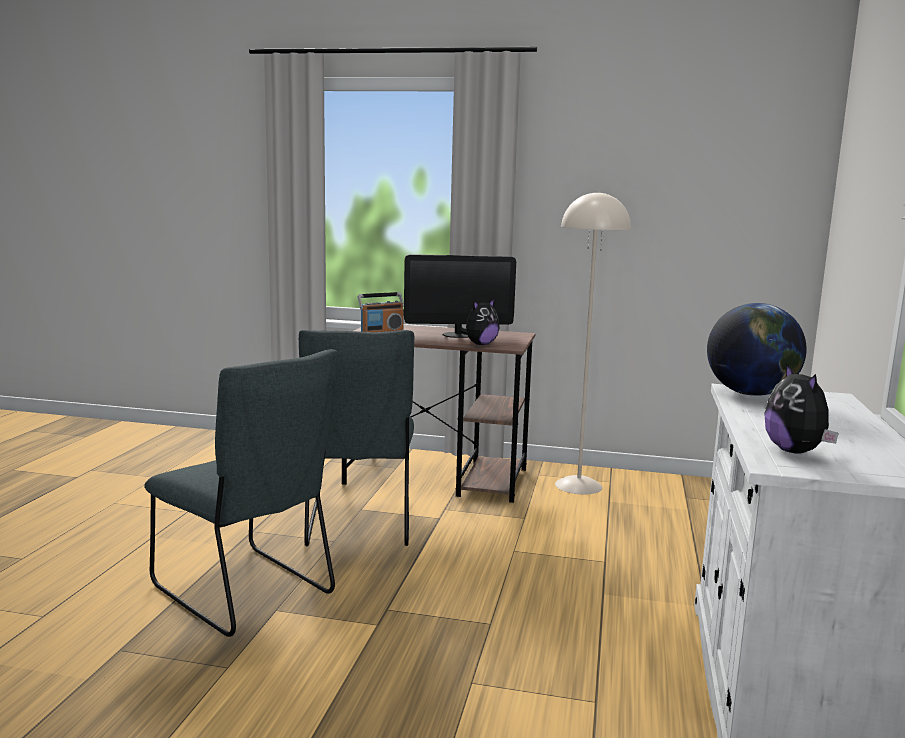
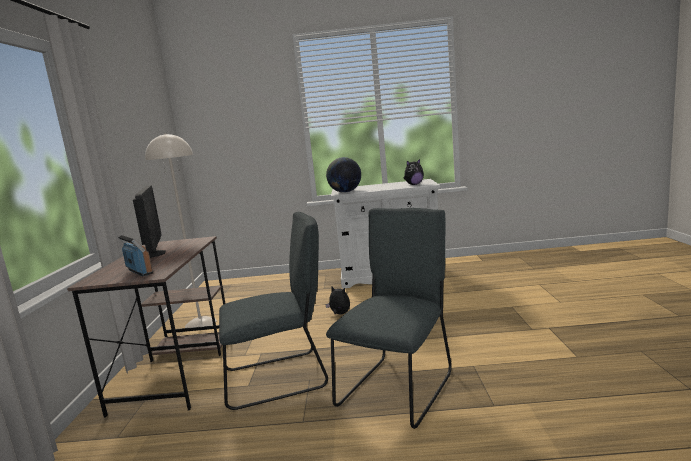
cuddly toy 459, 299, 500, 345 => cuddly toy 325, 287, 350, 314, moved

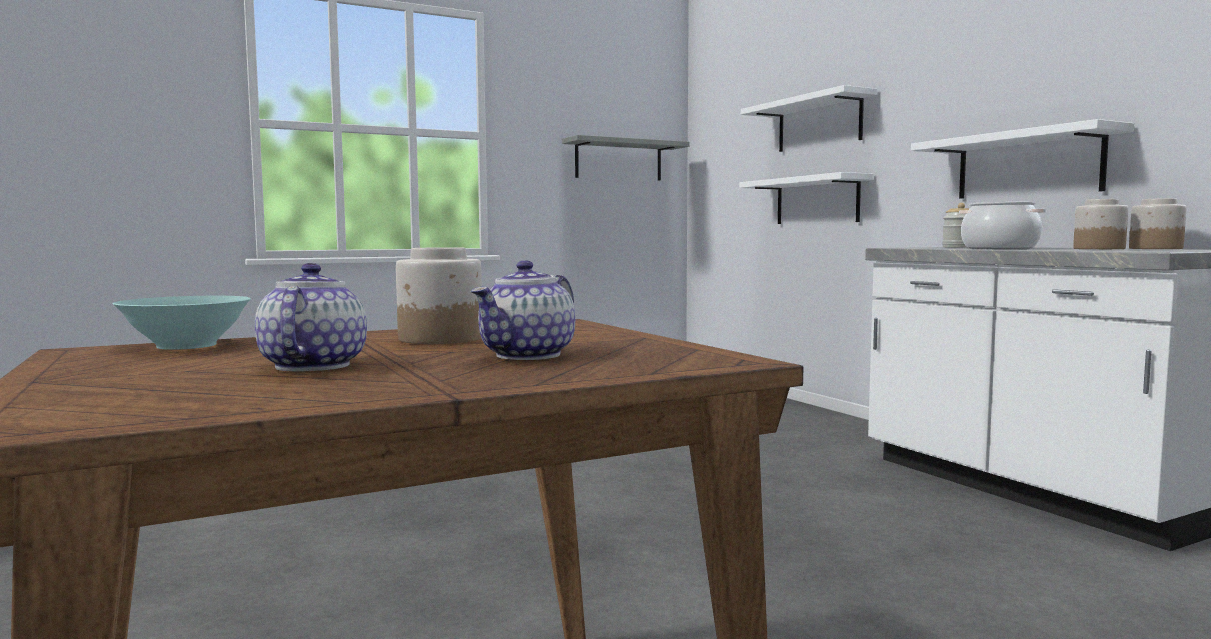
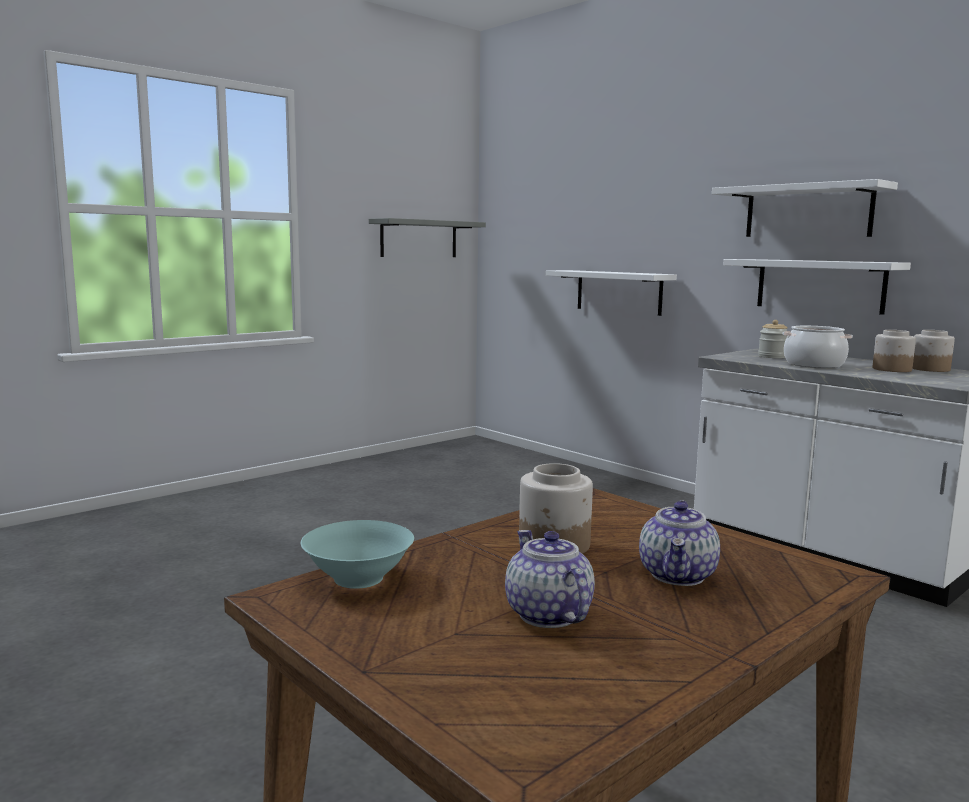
white bracket shelf 741, 85, 877, 152 => white bracket shelf 712, 179, 898, 237, moved

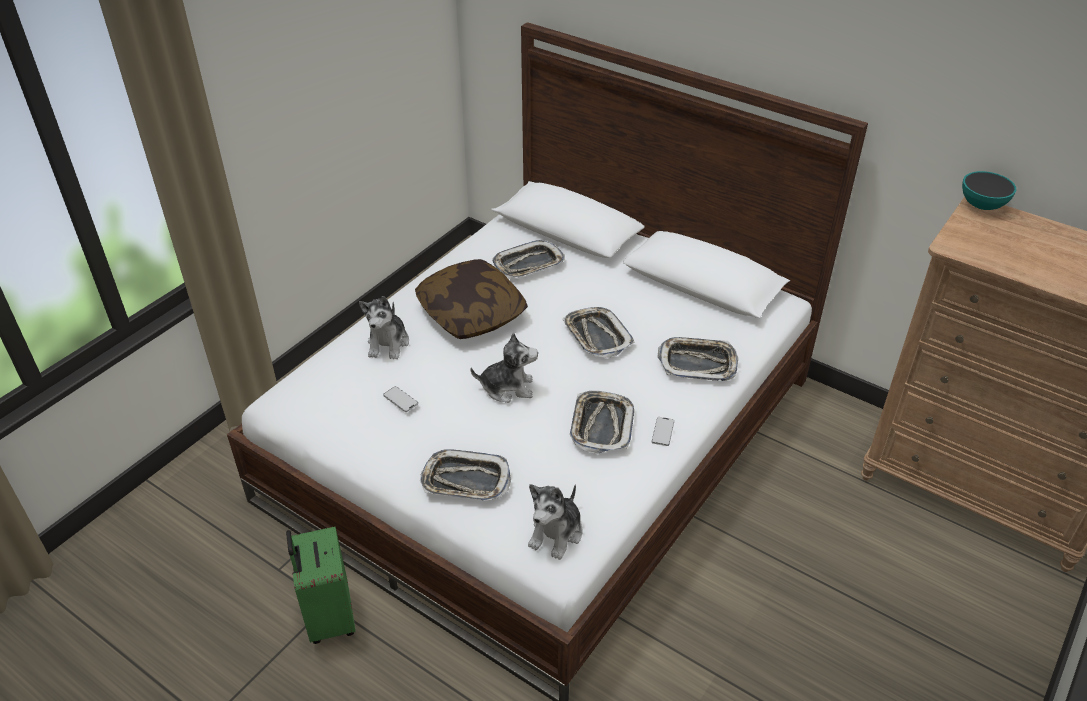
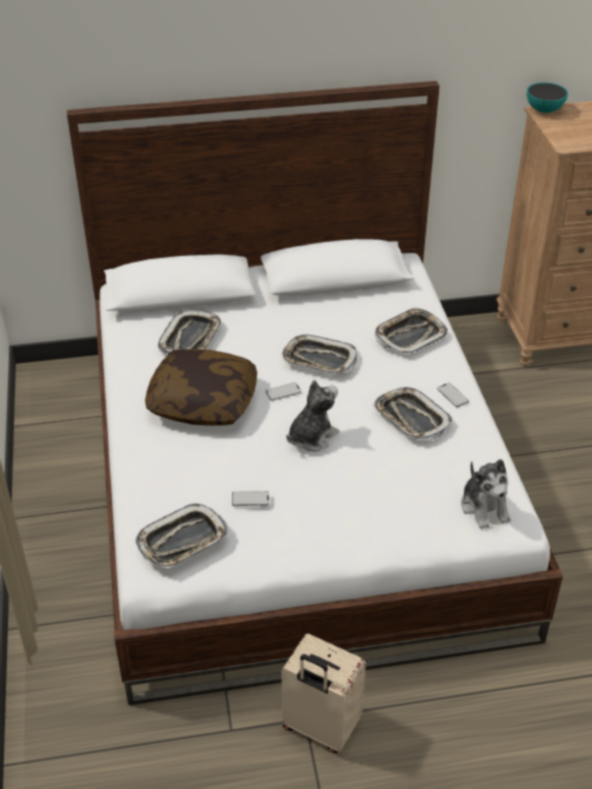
cuddly toy 359, 296, 409, 359 => nothing
nothing => handset 266, 382, 301, 401
carrying tray 420, 449, 511, 501 => carrying tray 135, 503, 228, 568, moved
green-coloured suitcase 286, 526, 356, 644 => sand-coloured suitcase 281, 634, 366, 753

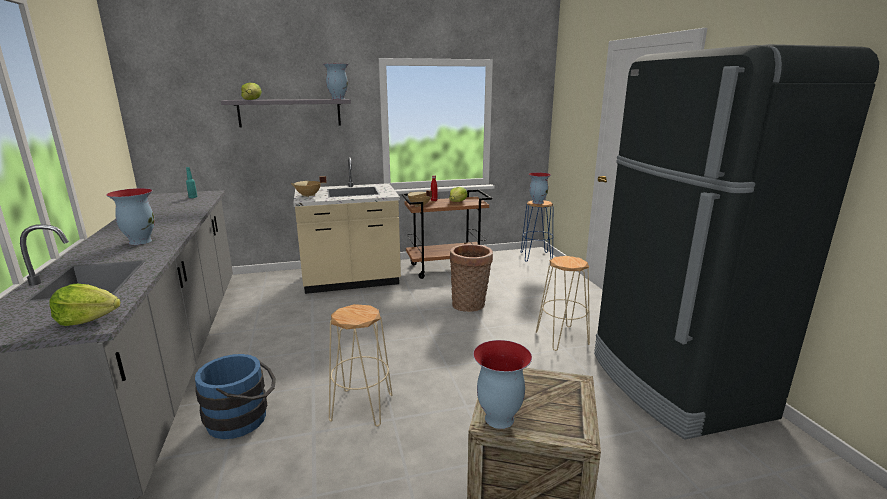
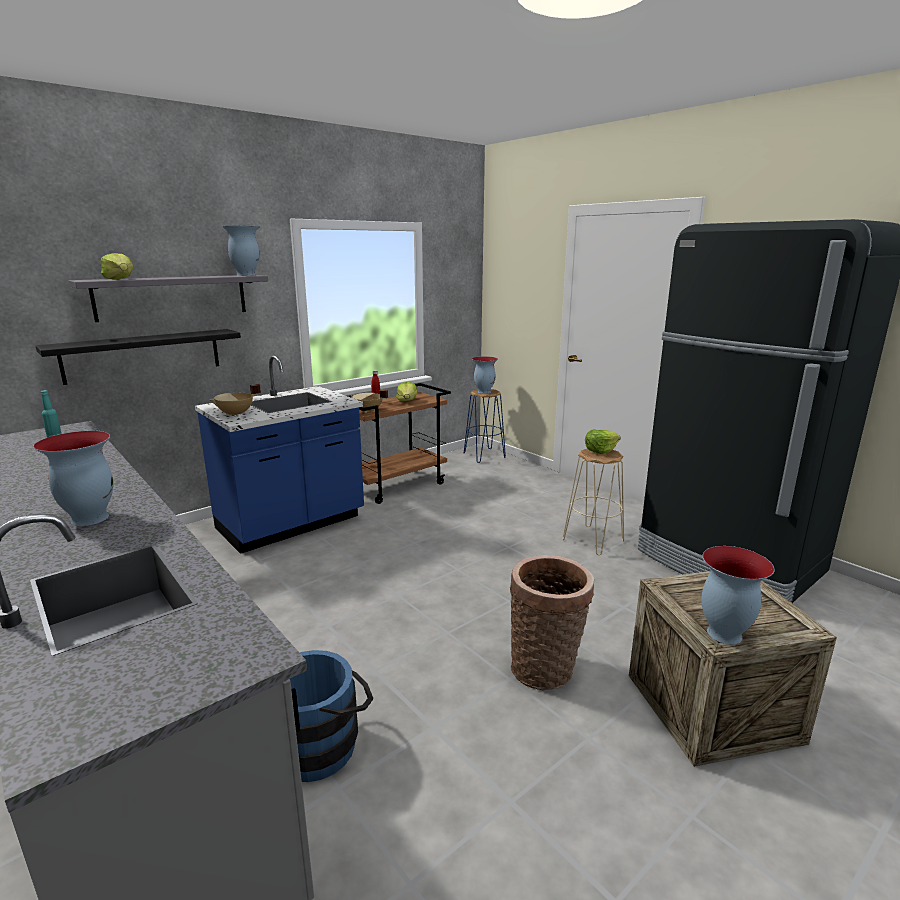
sand-coloured stool 329, 304, 393, 427 => nothing
nothing => blackish bracket shelf 36, 329, 241, 385
head of lettuce 49, 284, 121, 326 => head of lettuce 585, 429, 621, 454, moved
household basket 450, 244, 493, 312 => household basket 510, 555, 594, 690, moved
sand-coloured kitchen counter 293, 157, 401, 294 => bluish kitchen counter 195, 355, 364, 554

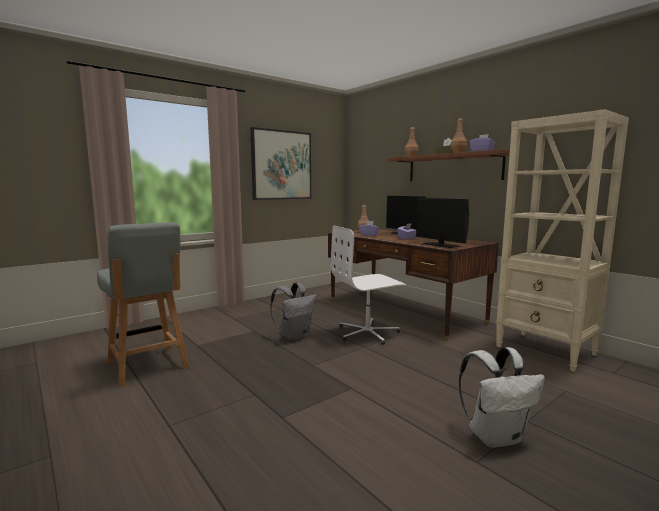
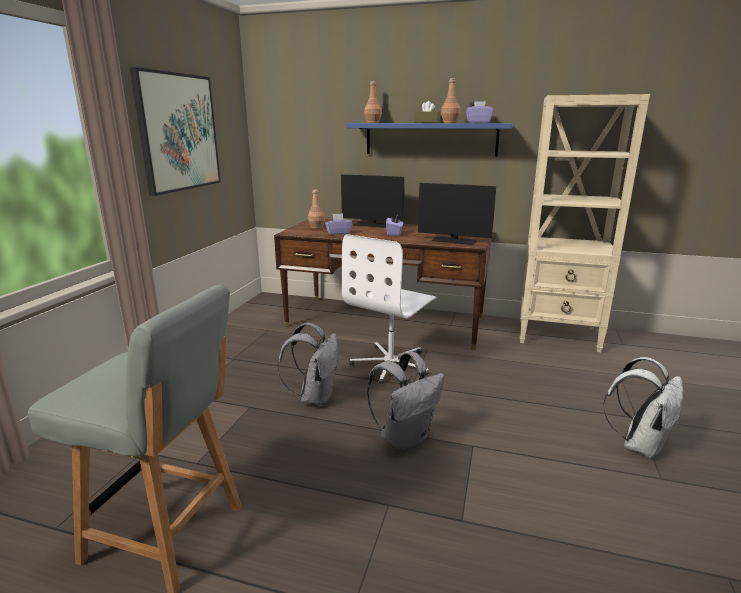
nothing => gray backpack 367, 352, 444, 450
brown-coloured bracket shelf 388, 149, 510, 181 => bluish bracket shelf 346, 123, 513, 156

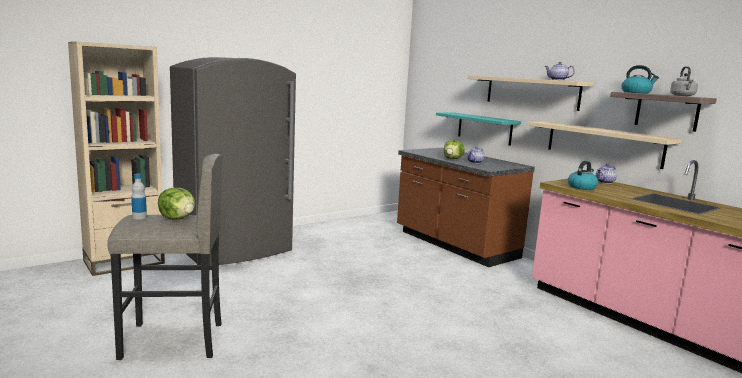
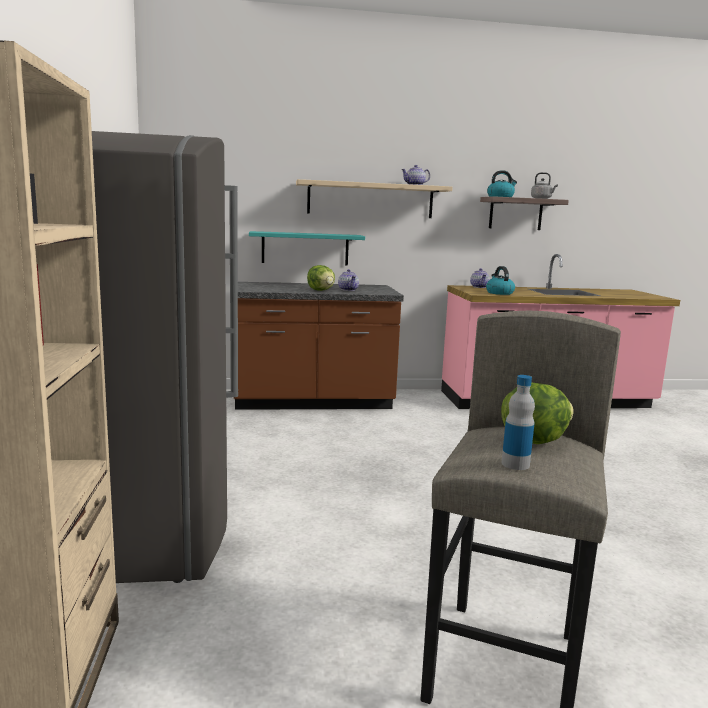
sand-coloured bracket shelf 528, 121, 682, 169 => nothing

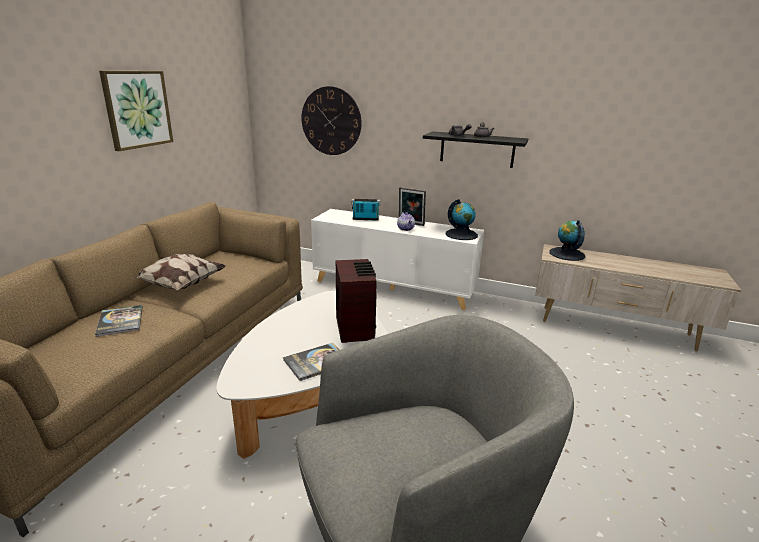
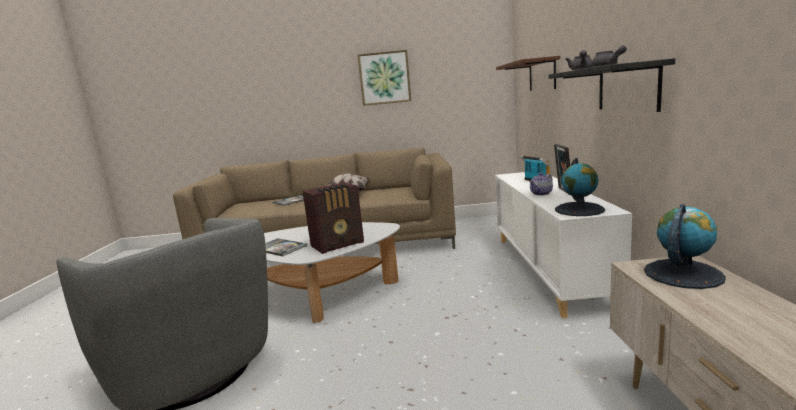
clock on the wall 302, 86, 362, 155 => brown-coloured bracket shelf 496, 56, 560, 91

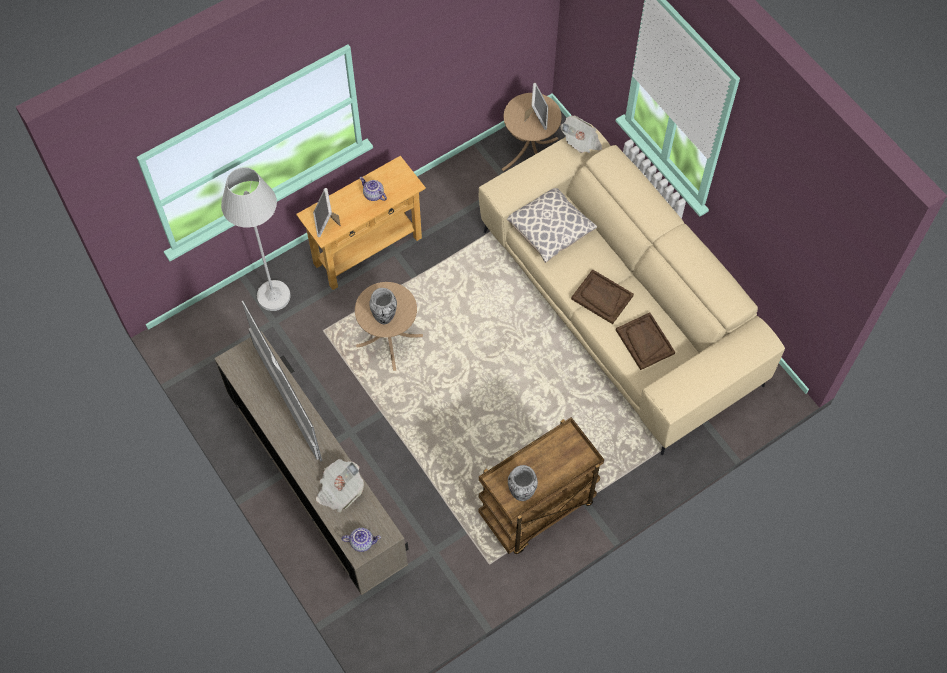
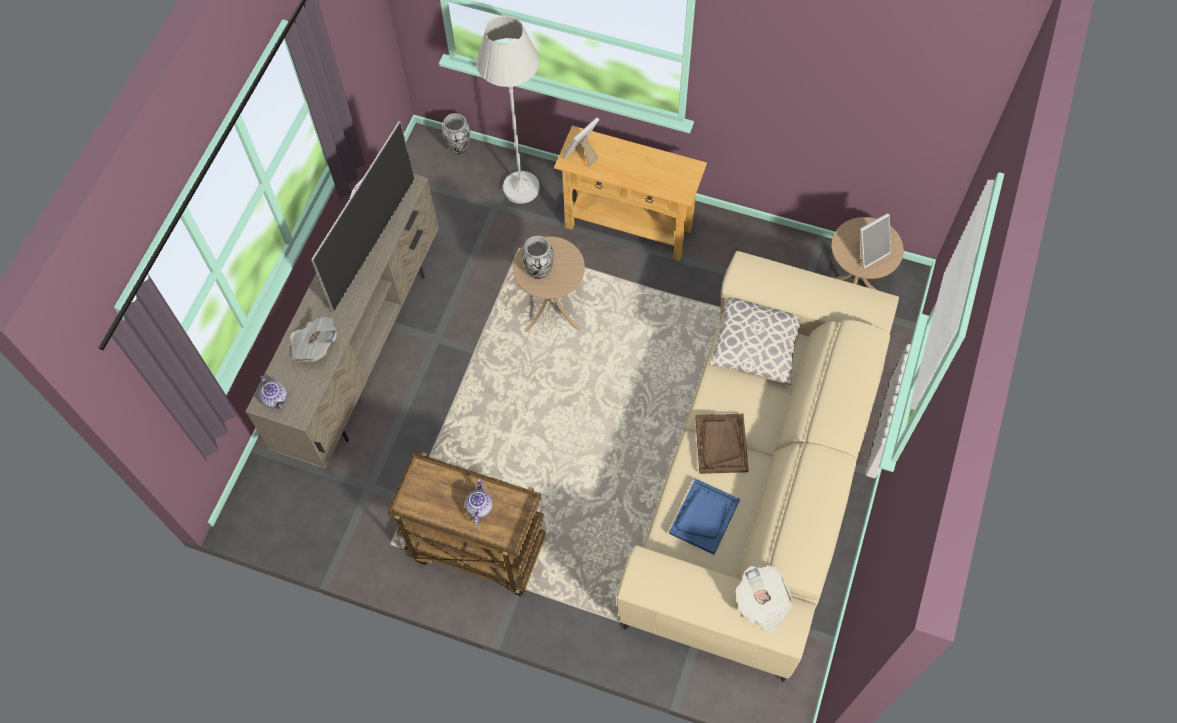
teapot 360, 177, 387, 201 => teapot 465, 479, 493, 526, moved
decorative vase 508, 465, 538, 501 => decorative vase 442, 113, 470, 155, moved
daily paper 560, 116, 602, 153 => daily paper 736, 565, 793, 633, moved
brown-coloured carrying tray 616, 313, 675, 370 => bluish carrying tray 669, 479, 740, 555

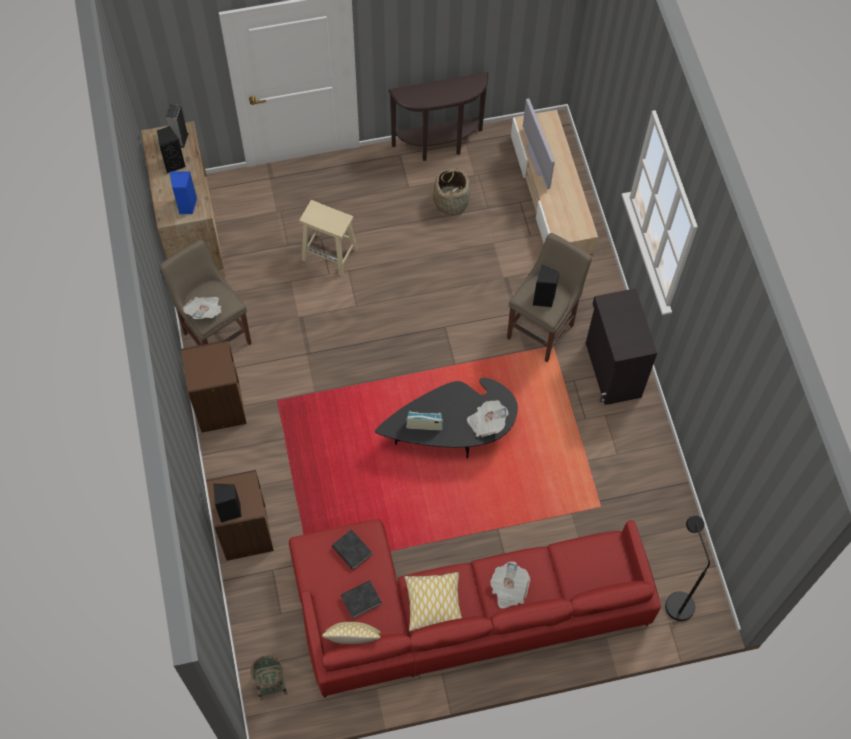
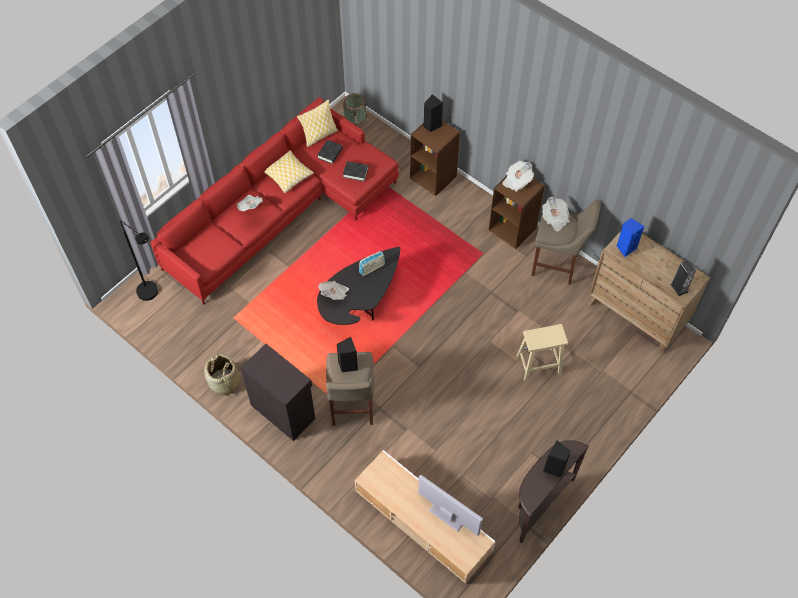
nothing => daily paper 502, 161, 534, 192
blackish audio speaker 157, 126, 186, 173 => blackish audio speaker 543, 440, 571, 478, moved
household basket 433, 168, 471, 217 => household basket 204, 354, 240, 396, moved

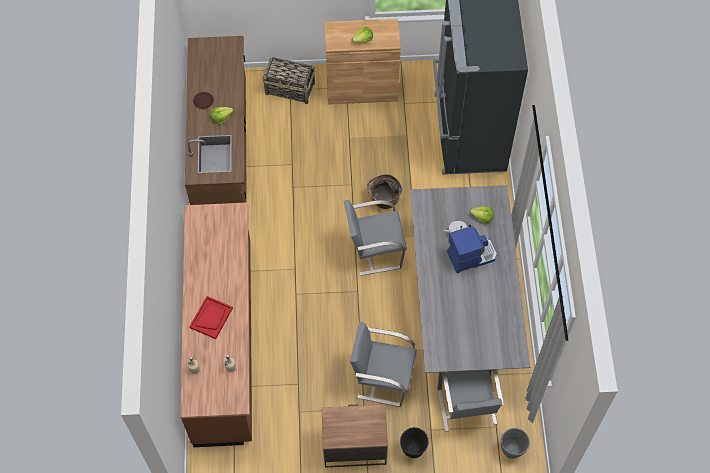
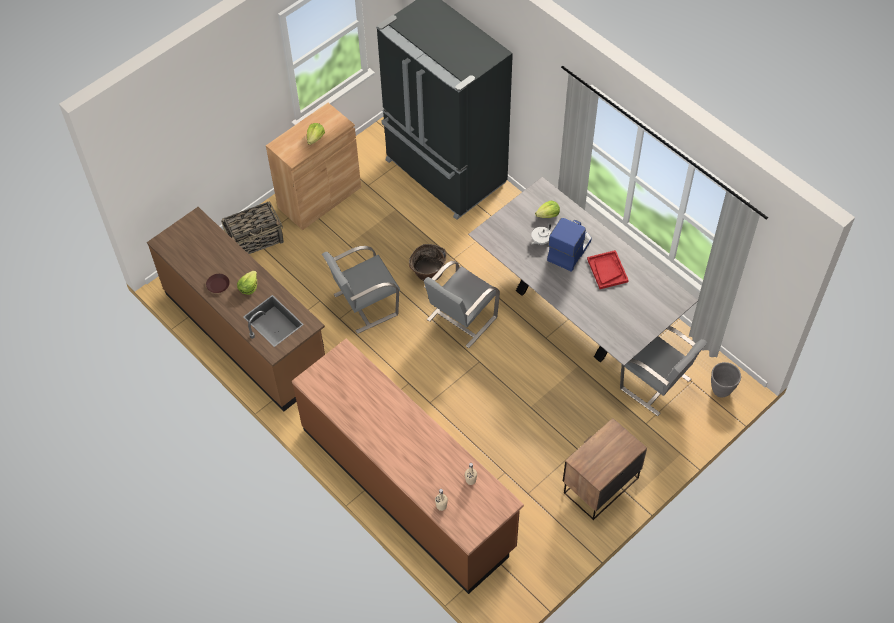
blackish plant pot 400, 427, 428, 458 => nothing
red carrying tray 189, 296, 233, 339 => red carrying tray 587, 250, 629, 289, moved
gray upright chair 350, 322, 417, 407 => gray upright chair 322, 246, 400, 334, moved

